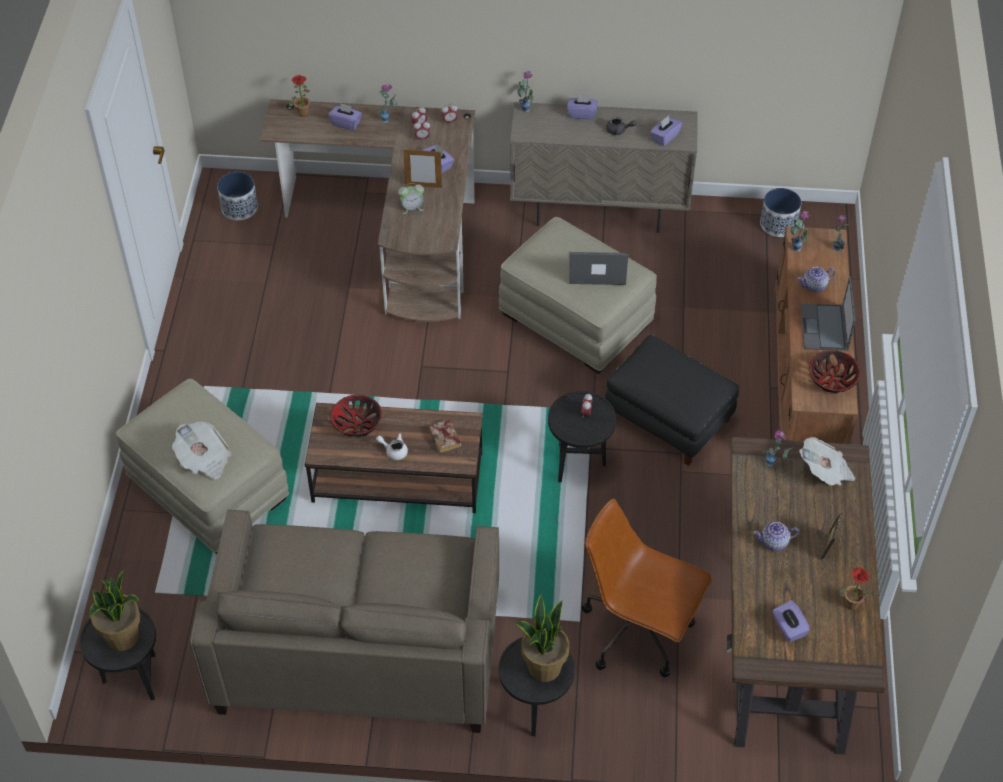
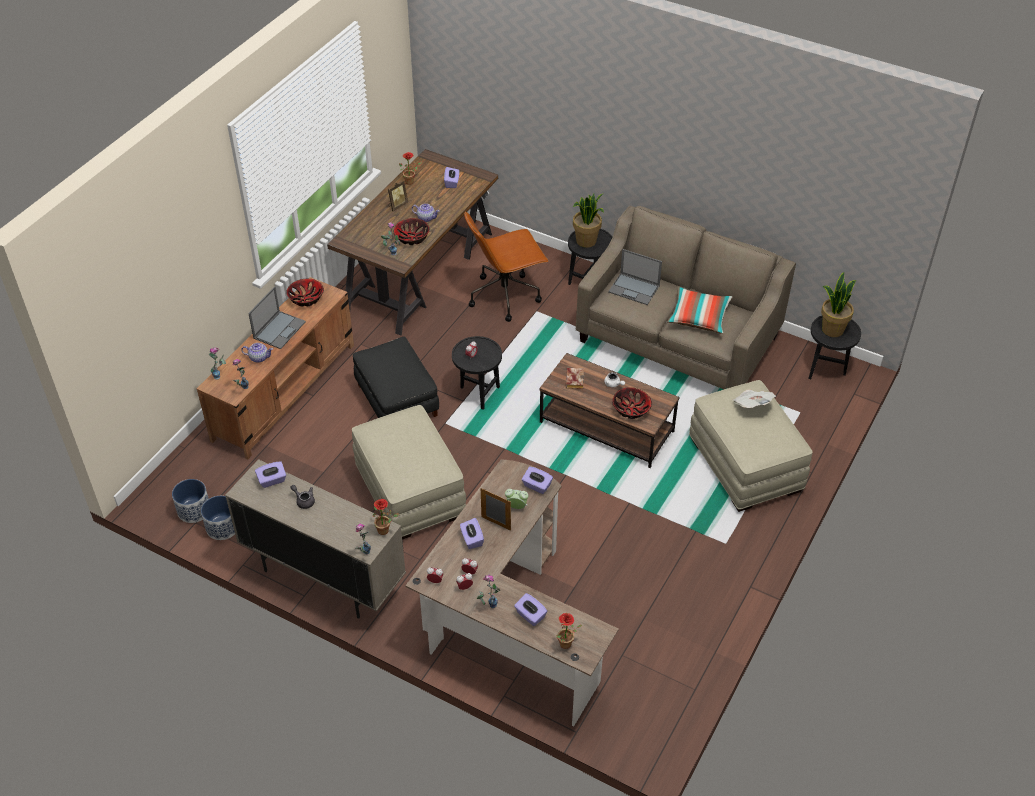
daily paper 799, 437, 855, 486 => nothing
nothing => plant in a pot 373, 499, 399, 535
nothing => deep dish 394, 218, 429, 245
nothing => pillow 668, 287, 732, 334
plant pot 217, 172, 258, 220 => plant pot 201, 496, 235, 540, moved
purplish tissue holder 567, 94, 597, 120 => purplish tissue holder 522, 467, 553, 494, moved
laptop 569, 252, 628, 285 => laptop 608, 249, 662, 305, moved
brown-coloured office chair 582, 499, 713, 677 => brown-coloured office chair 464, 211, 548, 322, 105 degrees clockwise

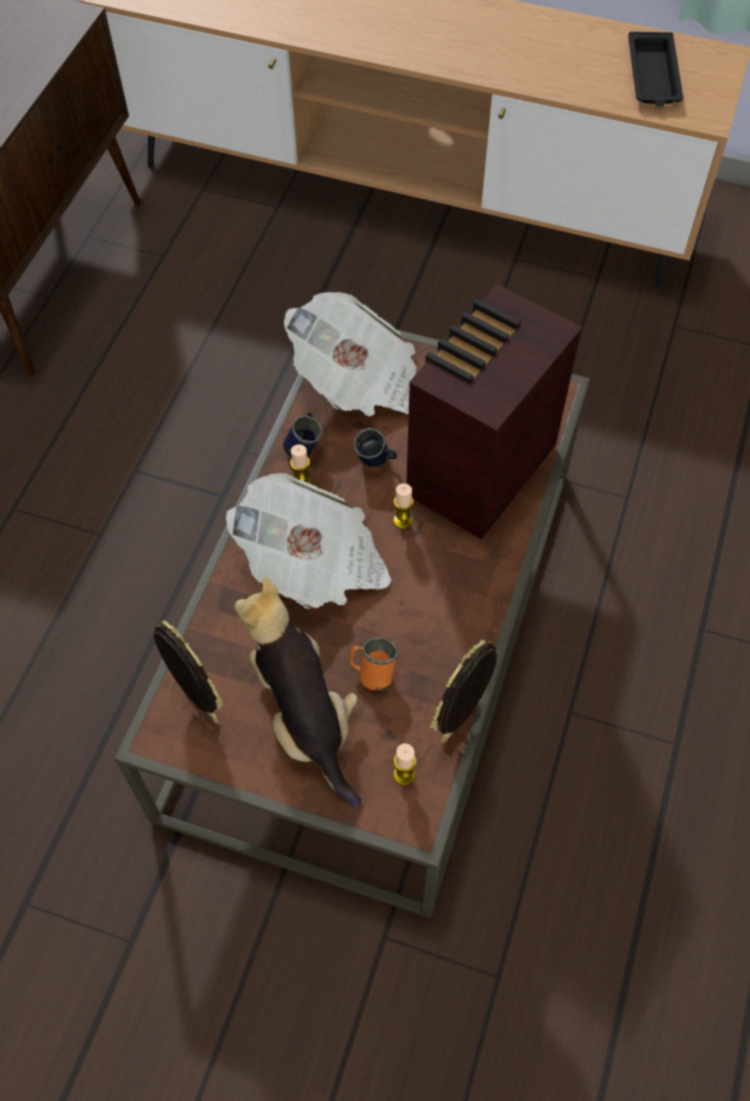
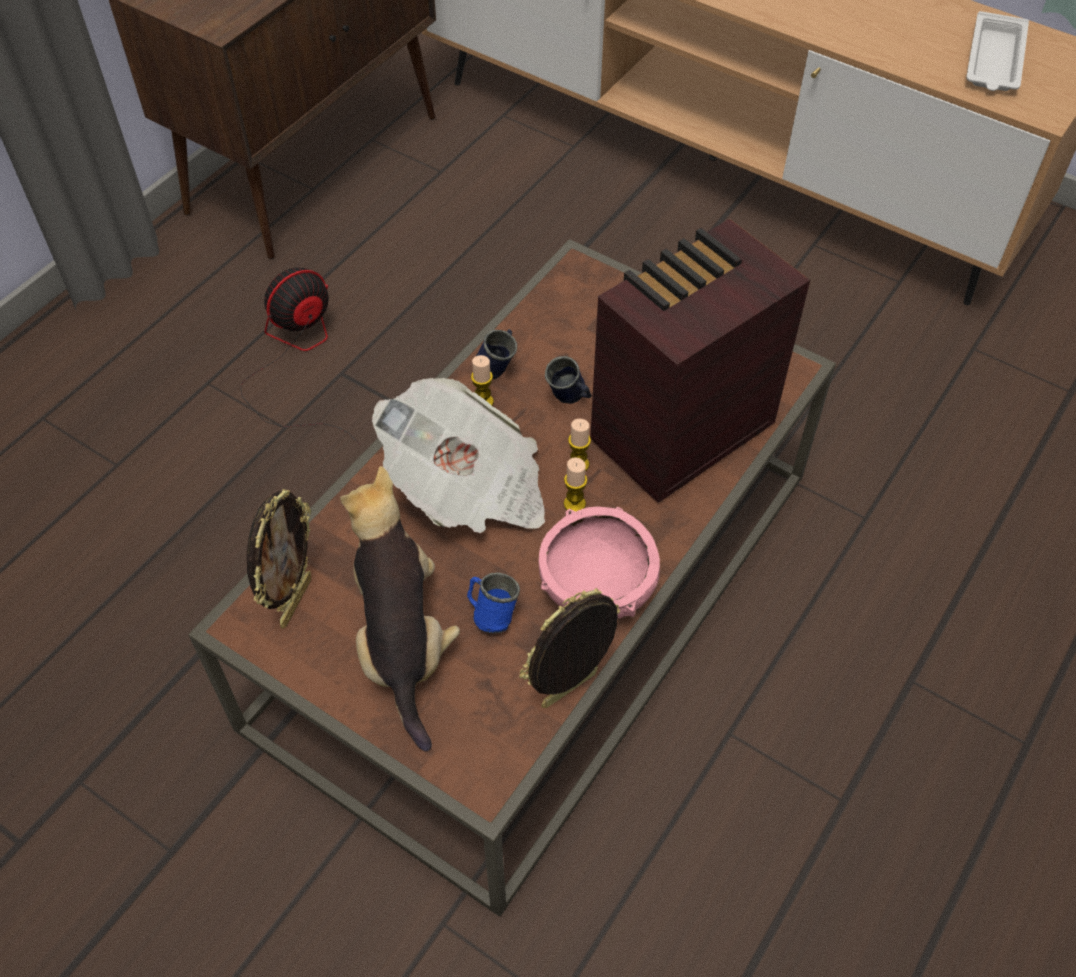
daily paper 284, 292, 416, 416 => nothing
nothing => cooling fan 240, 267, 360, 445
nothing => pinkish deep dish 539, 507, 660, 619
wax candle 394, 744, 417, 786 => wax candle 564, 457, 587, 511, moved
orangey coffee mug 350, 637, 398, 691 => bluish coffee mug 467, 573, 520, 633
blackish carrying tray 628, 32, 683, 107 => white carrying tray 966, 11, 1029, 91
standing frame 154, 620, 223, 724 => standing frame 247, 489, 311, 629, 45 degrees clockwise

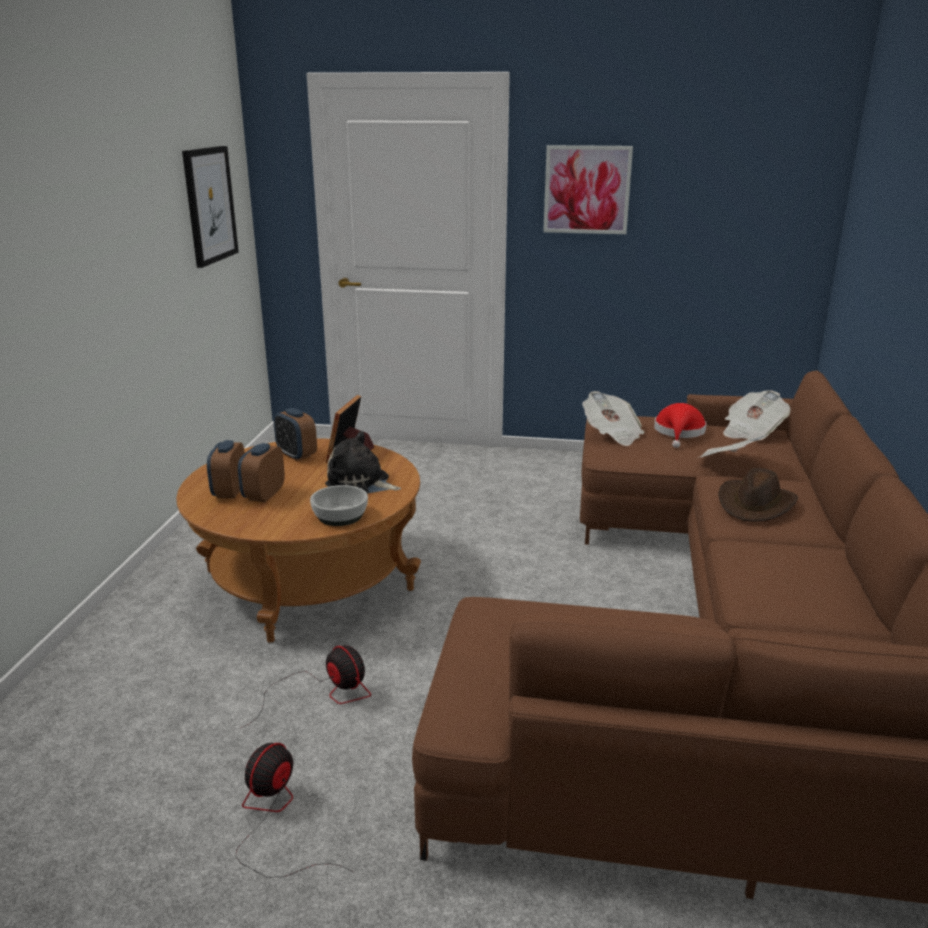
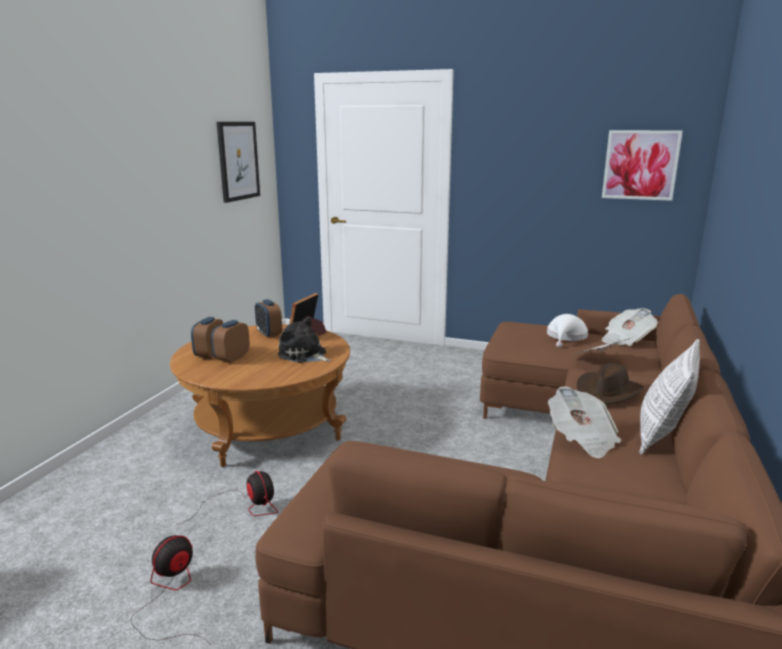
deep dish 310, 485, 368, 526 => nothing
nothing => pillow 639, 339, 700, 455
wall picture 543, 145, 633, 234 => wall picture 602, 130, 683, 201, moved
daily paper 582, 391, 645, 446 => daily paper 548, 386, 621, 459, moved
red clothing hat 654, 403, 706, 448 => white clothing hat 547, 314, 588, 348

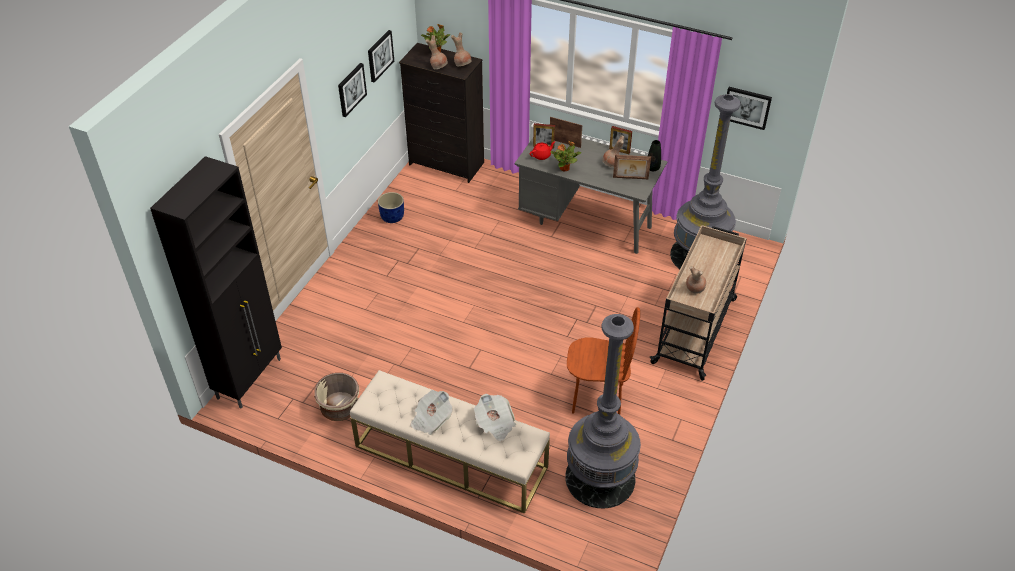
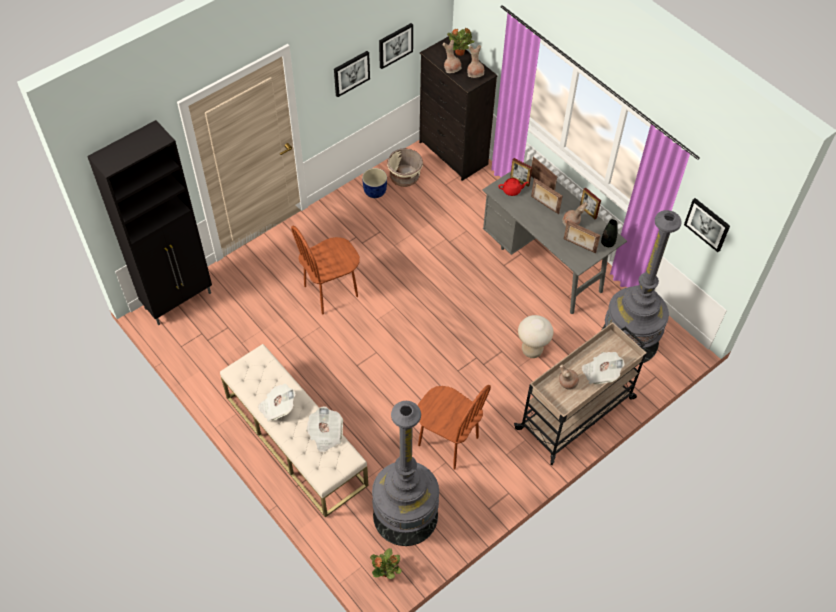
nothing => brown-coloured upright chair 291, 226, 360, 314
nothing => sand-coloured stool 518, 315, 553, 358
nothing => standing frame 531, 178, 563, 214
nothing => daily paper 582, 352, 625, 384
sand-coloured plant pot 314, 373, 359, 421 => sand-coloured plant pot 387, 149, 423, 187, moved
plant in a pot 550, 141, 581, 172 => plant in a pot 370, 548, 402, 579, moved

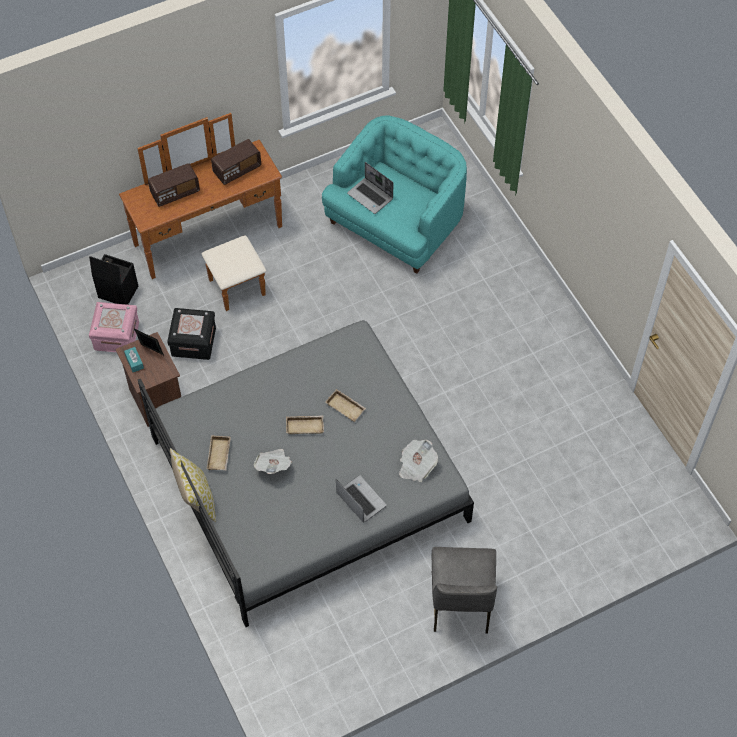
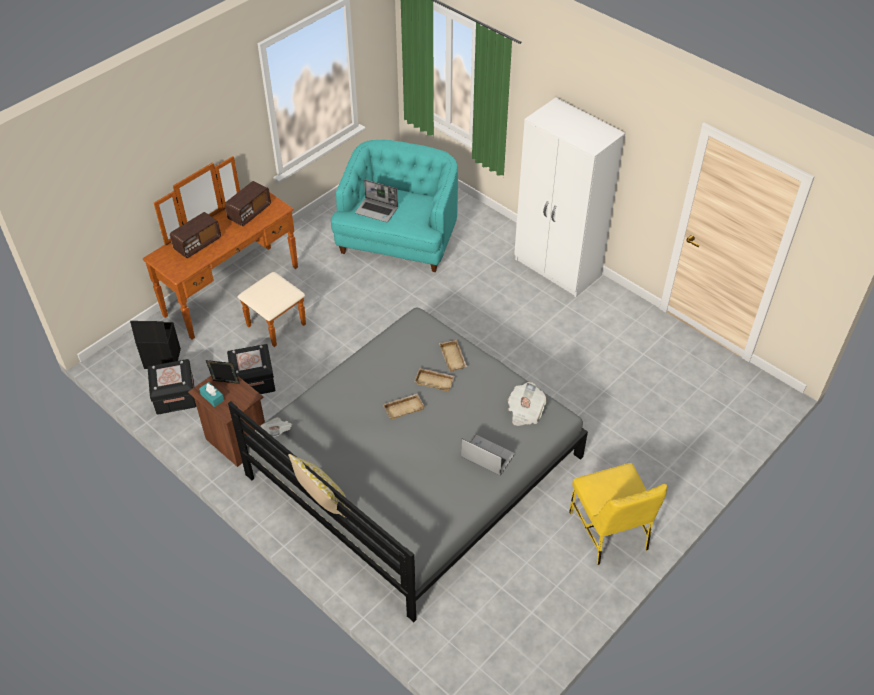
nothing => white wardrobe 514, 98, 625, 297
sand-coloured carrying tray 207, 435, 231, 470 => sand-coloured carrying tray 439, 340, 467, 372, moved
daily paper 253, 449, 292, 474 => daily paper 255, 417, 292, 438, moved
pinkish storage box 89, 302, 139, 352 => blackish storage box 147, 359, 196, 414
gray upright chair 432, 547, 497, 633 => yellow upright chair 569, 463, 667, 565

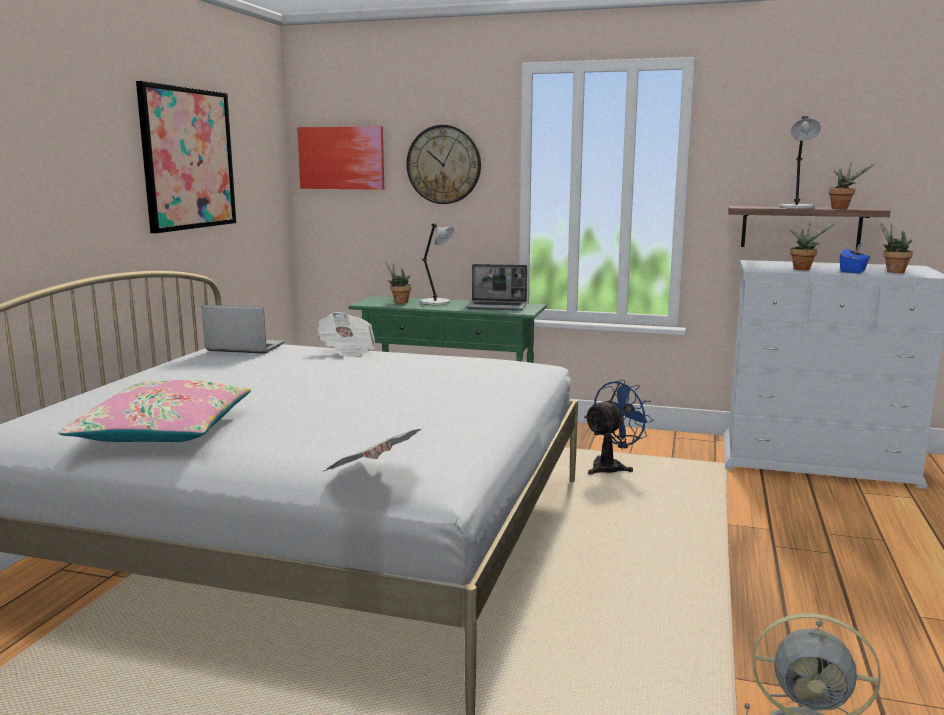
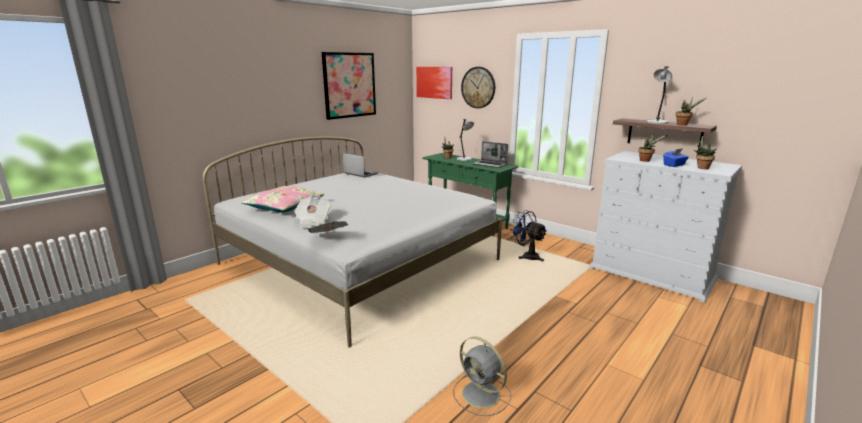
daily paper 318, 312, 375, 358 => daily paper 295, 195, 332, 228, moved
bluish cooling fan 584, 380, 654, 475 => bluish cooling fan 511, 210, 547, 261, 120 degrees counterclockwise

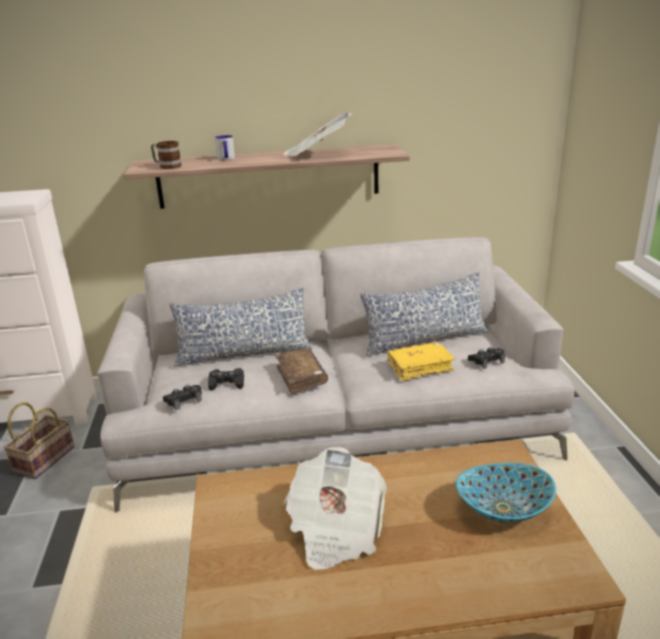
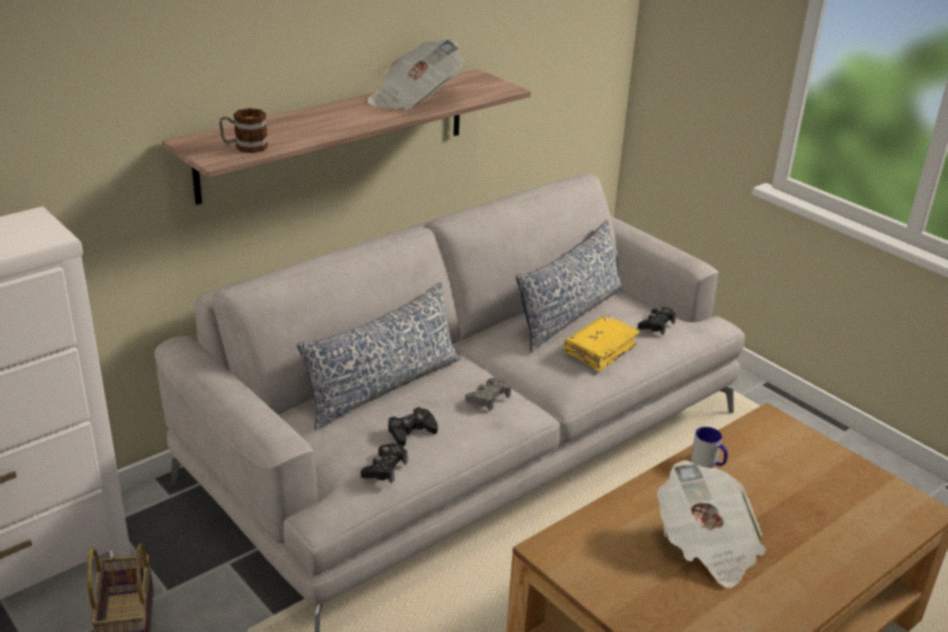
deep dish 456, 463, 556, 523 => nothing
coffee mug 215, 135, 235, 160 => coffee mug 691, 427, 728, 468, moved
brown-coloured book 275, 348, 328, 395 => gray game controller 465, 377, 511, 411

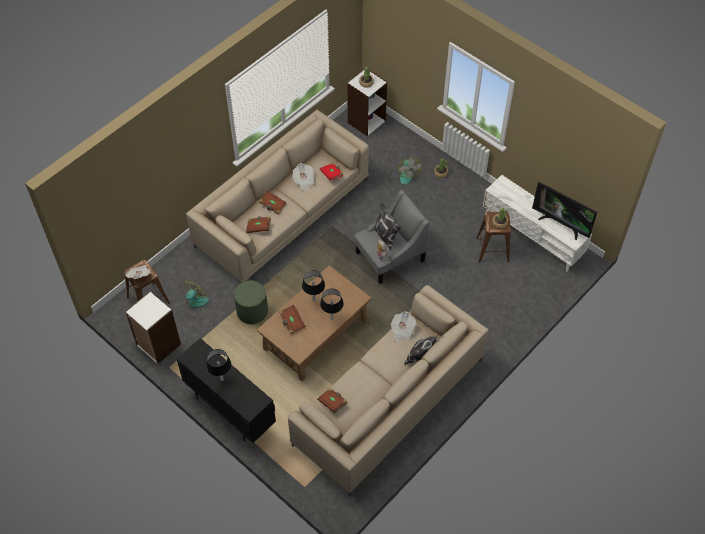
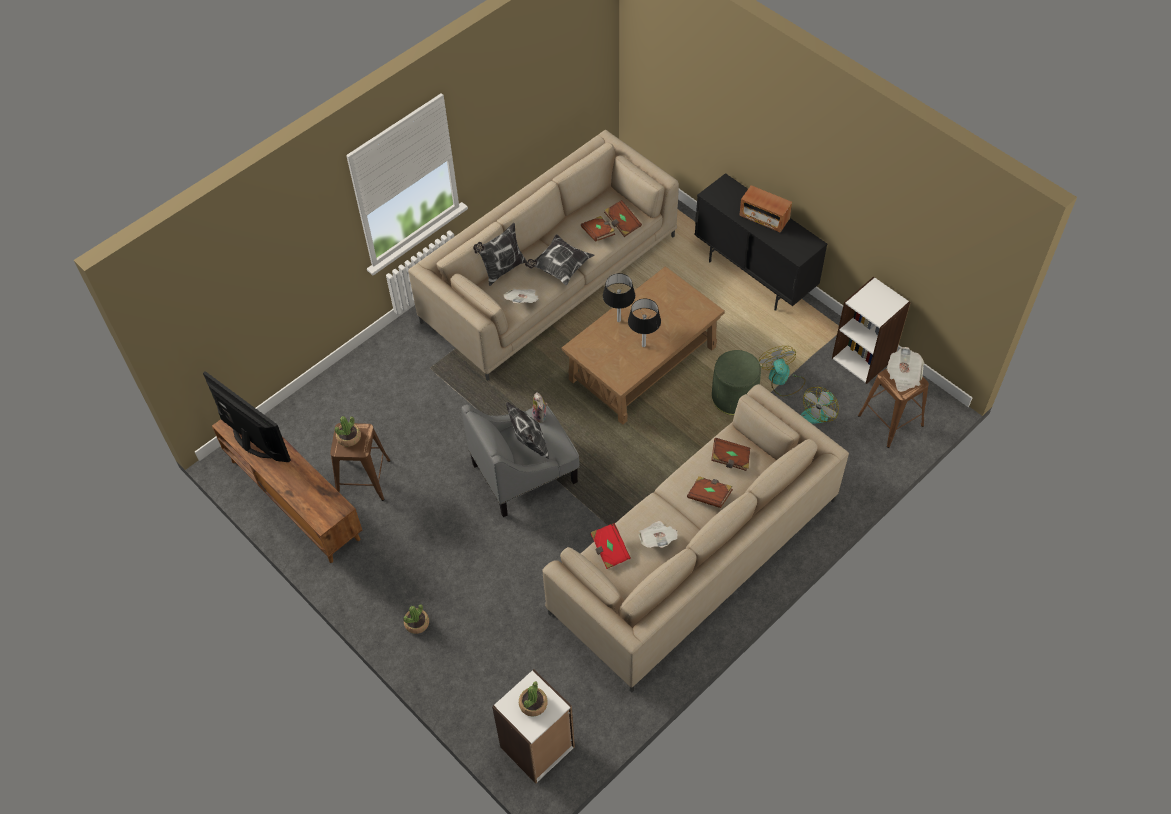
nothing => pillow 525, 234, 594, 285
brown-coloured book 279, 305, 305, 334 => brown-coloured book 581, 216, 615, 242, moved
cooling fan 390, 157, 422, 185 => cooling fan 759, 346, 806, 396, moved
blackish table lamp 206, 349, 231, 381 => radio 739, 185, 792, 232
white media console 483, 175, 592, 272 => brown-coloured media console 212, 401, 362, 563

